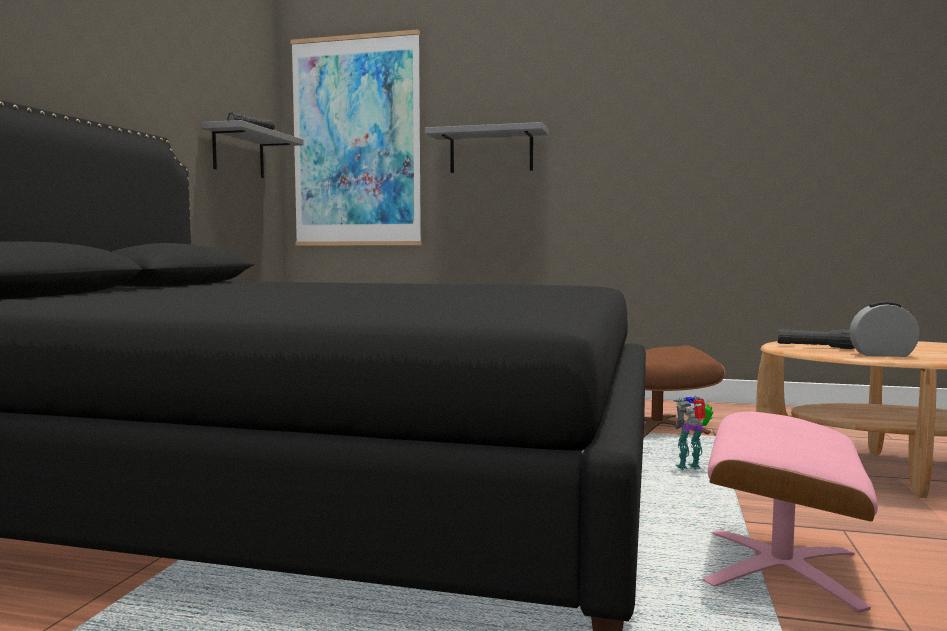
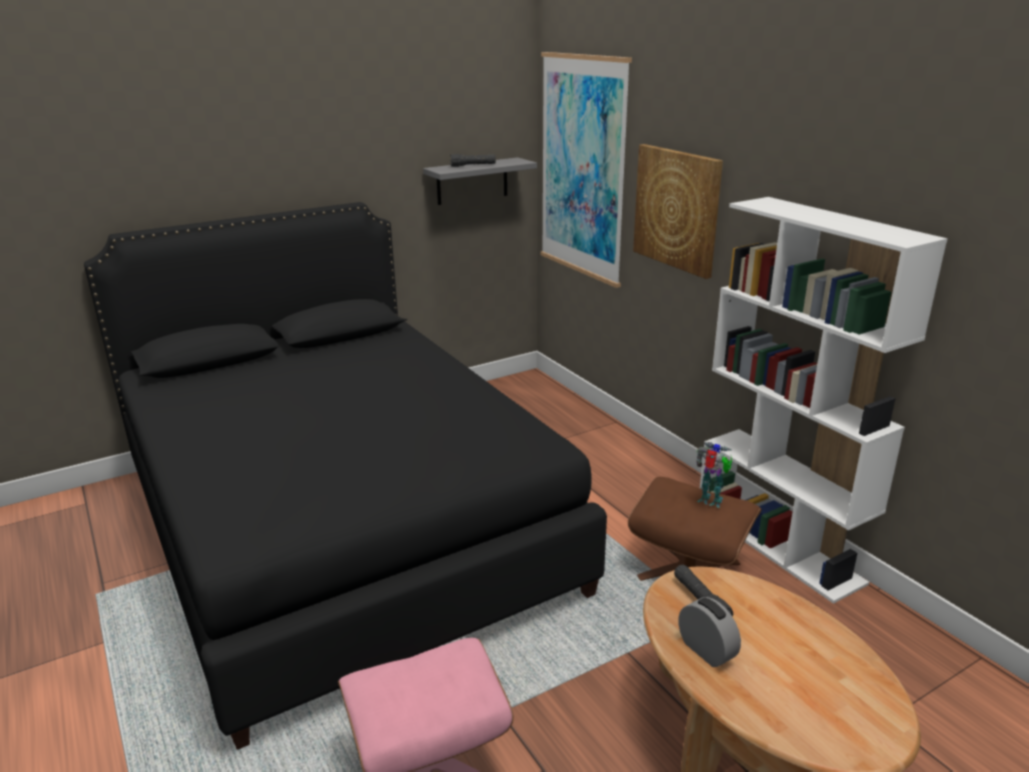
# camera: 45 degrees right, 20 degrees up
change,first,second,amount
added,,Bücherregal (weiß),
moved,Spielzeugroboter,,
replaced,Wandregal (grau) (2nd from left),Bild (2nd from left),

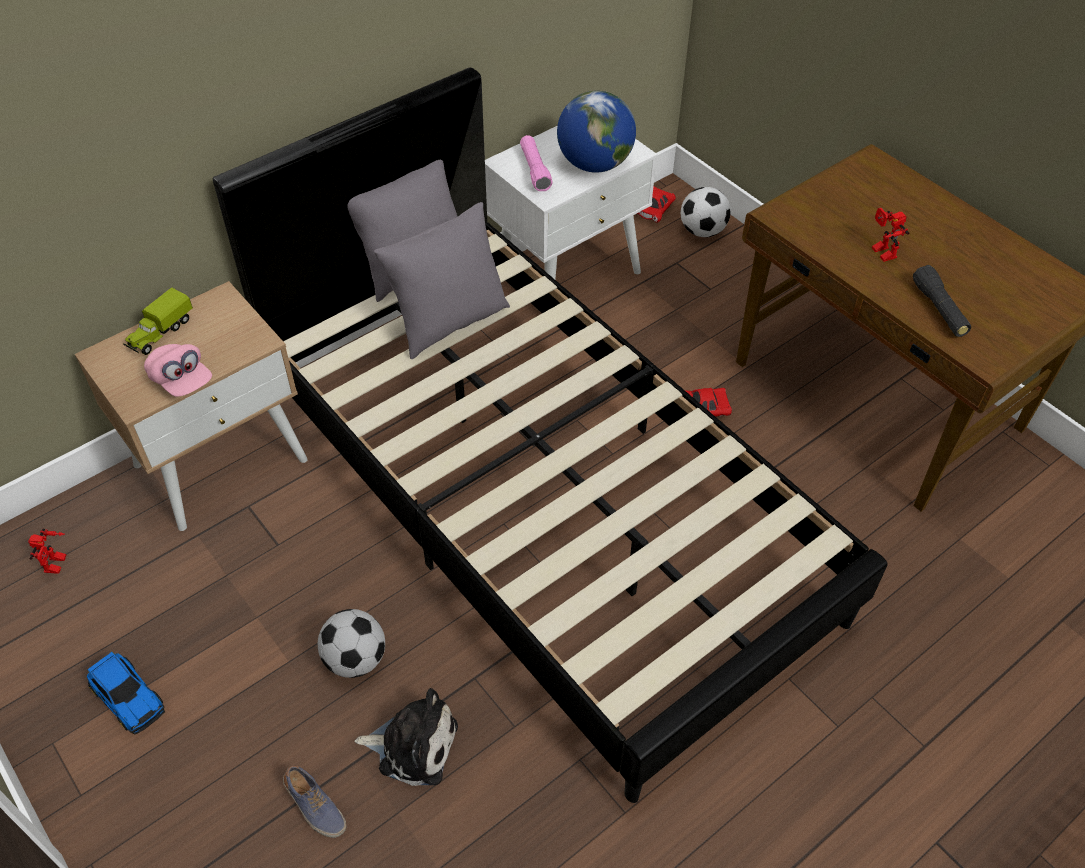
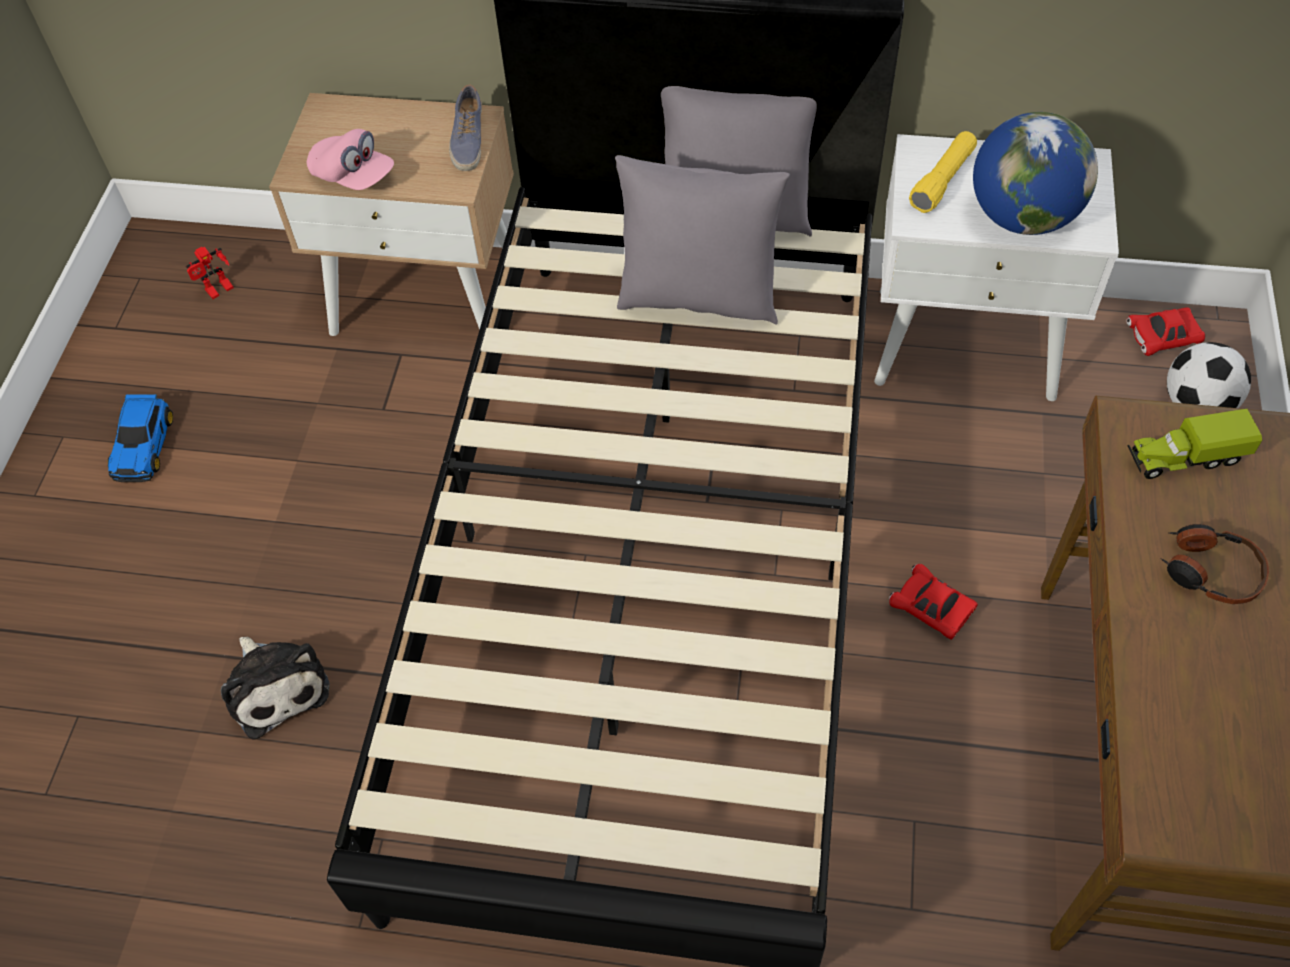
# camera: 50 degrees right, 5 degrees up
change,first,second,amount
removed,Fußball (1st from left),,
removed,Taschenlampe (schwarz),,
moved,Spielzeuglaster,,
moved,Schuh,,
replaced,Spielzeugroboter (2nd from left),Kopfhörer,
recoloured,Taschenlampe (rosa),Taschenlampe (gelb),
turned,Kappe (rosa),,60 degrees counterclockwise

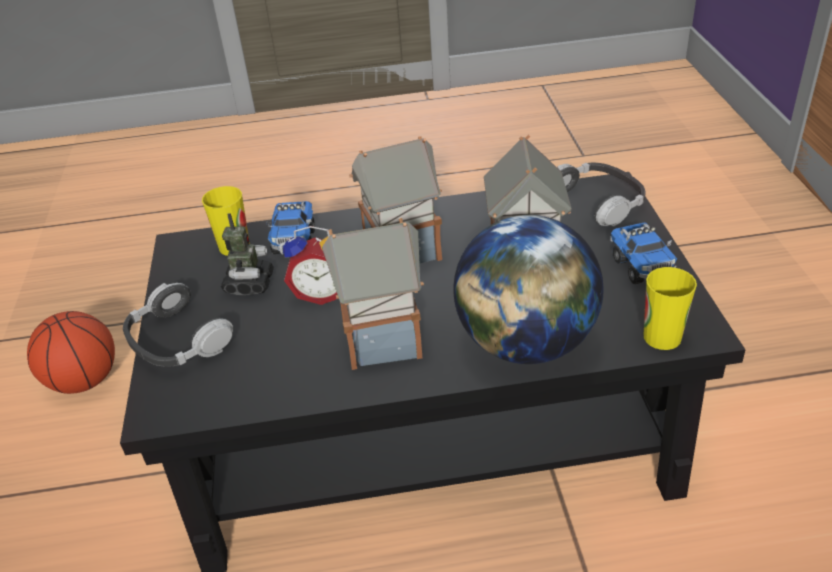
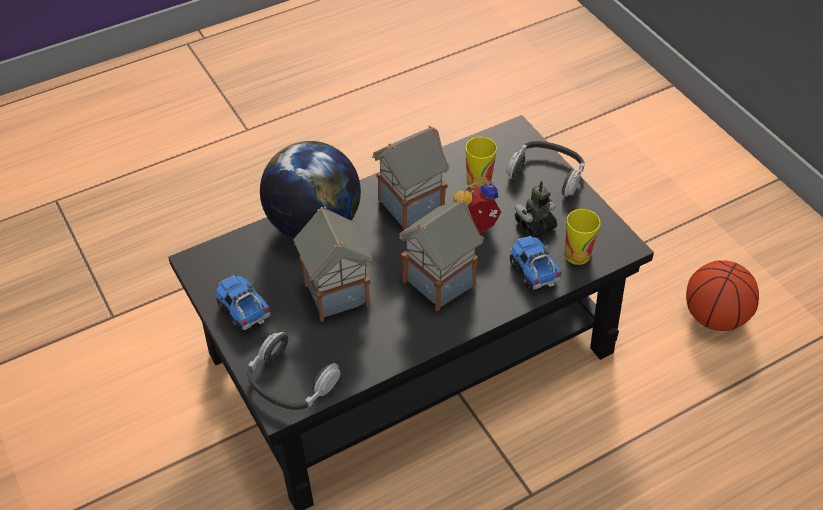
# camera: 155 degrees right, 10 degrees up
change,first,second,amount
moved,Tasse (2nd from left in the first image),Tasse (1st from left),
turned,Spielzeugroboter,,75 degrees clockwise

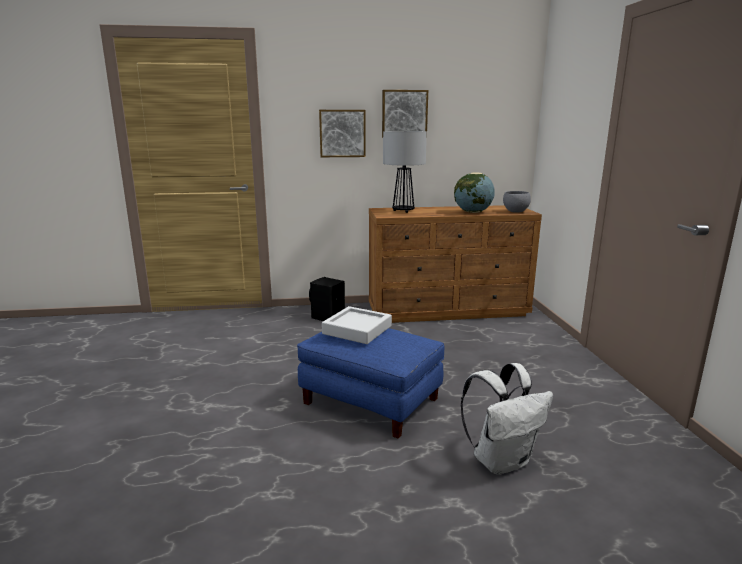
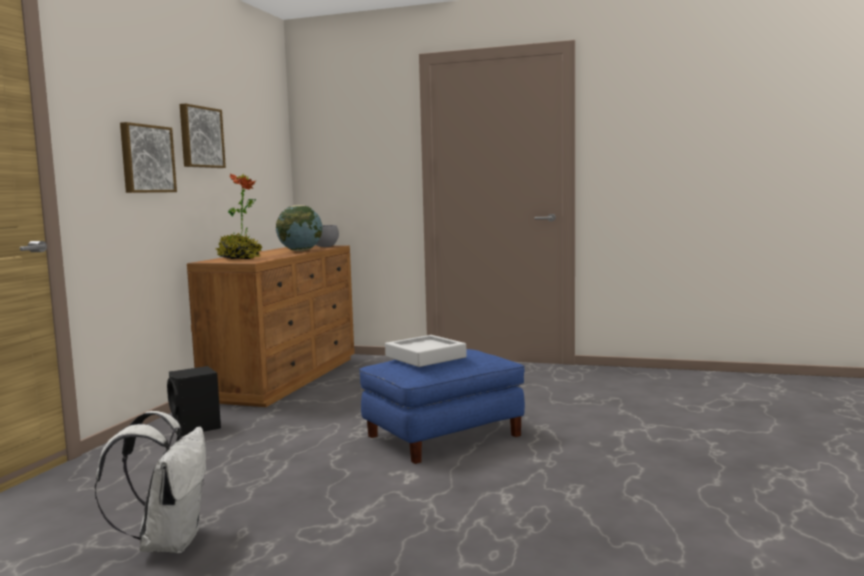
# camera: 65 degrees left, 10 degrees down
change,first,second,amount
moved,Rucksack (weiß),,
replaced,Tischlampe,Topfpflanze,

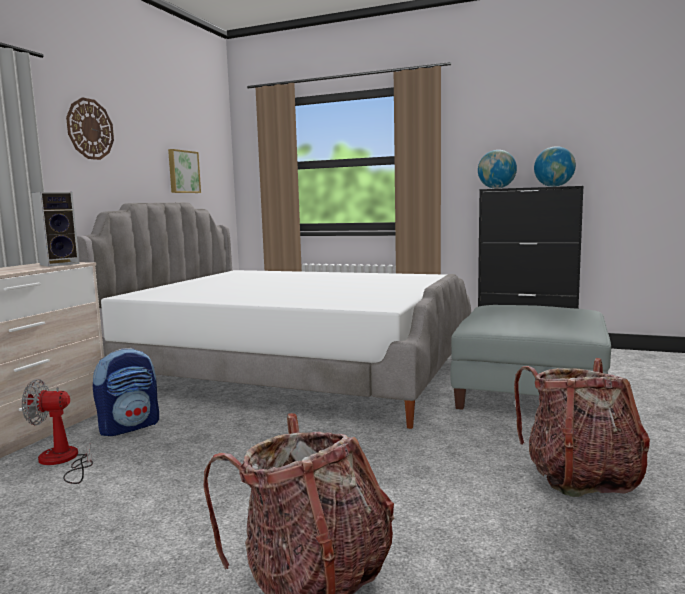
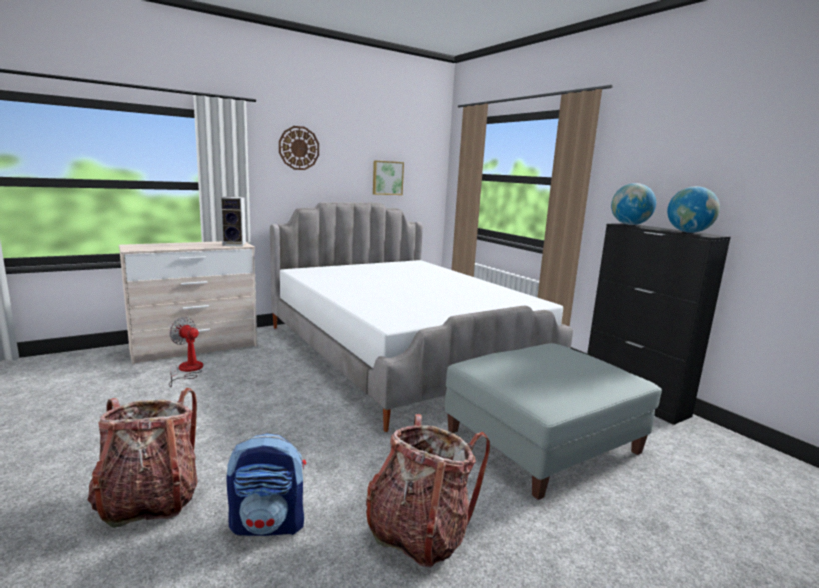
# camera: 35 degrees right, 5 degrees up
change,first,second,amount
moved,Rucksack (1st from left in the first image),Rucksack (2nd from left),

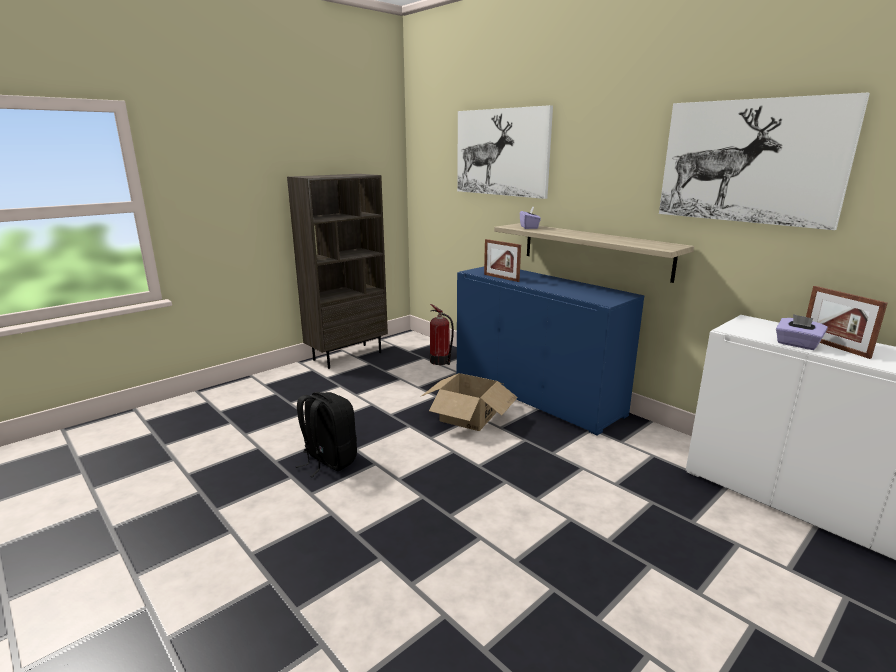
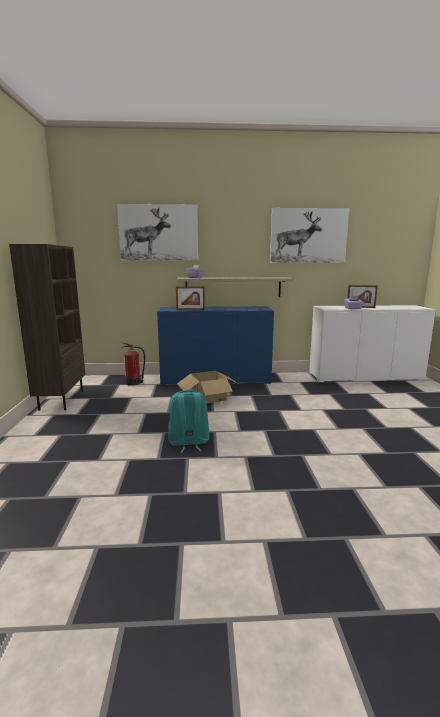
# camera: 50 degrees left, 5 degrees down
change,first,second,amount
recoloured,Rucksack (schwarz),Rucksack (türkis),

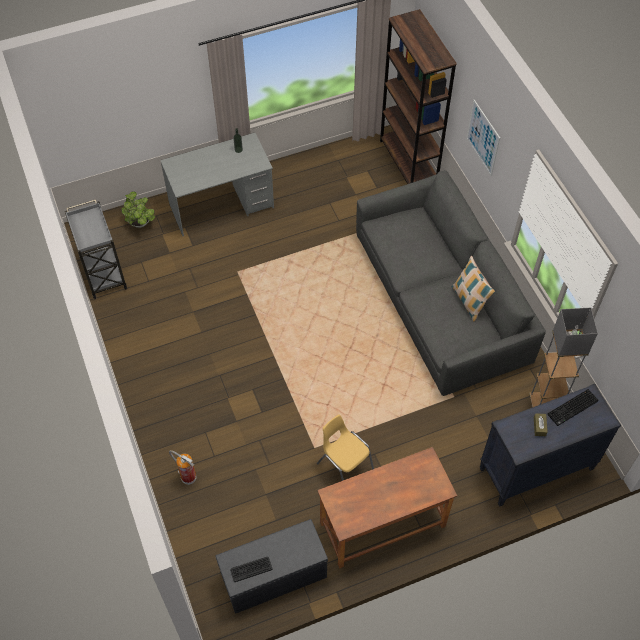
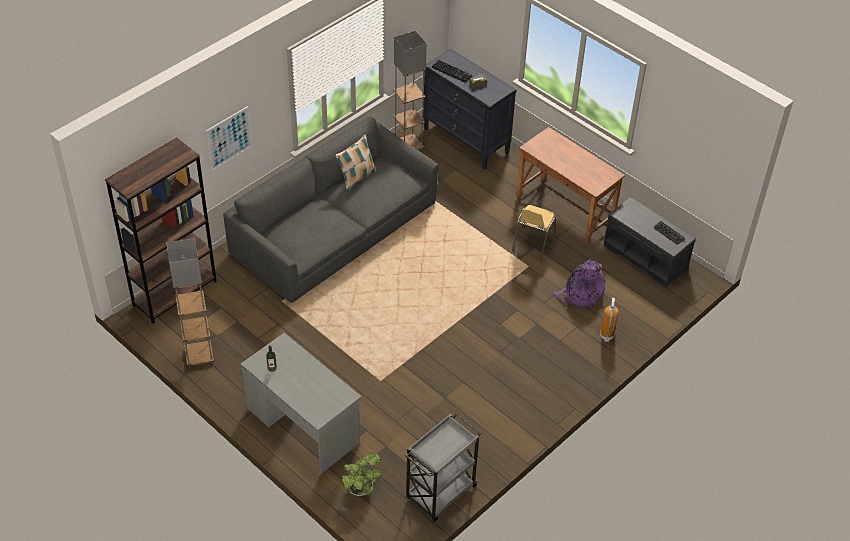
# camera: 115 degrees left, 10 degrees down
change,first,second,amount
added,,Stehlampe (grau) (1st from left),
added,,Rucksack (lila),

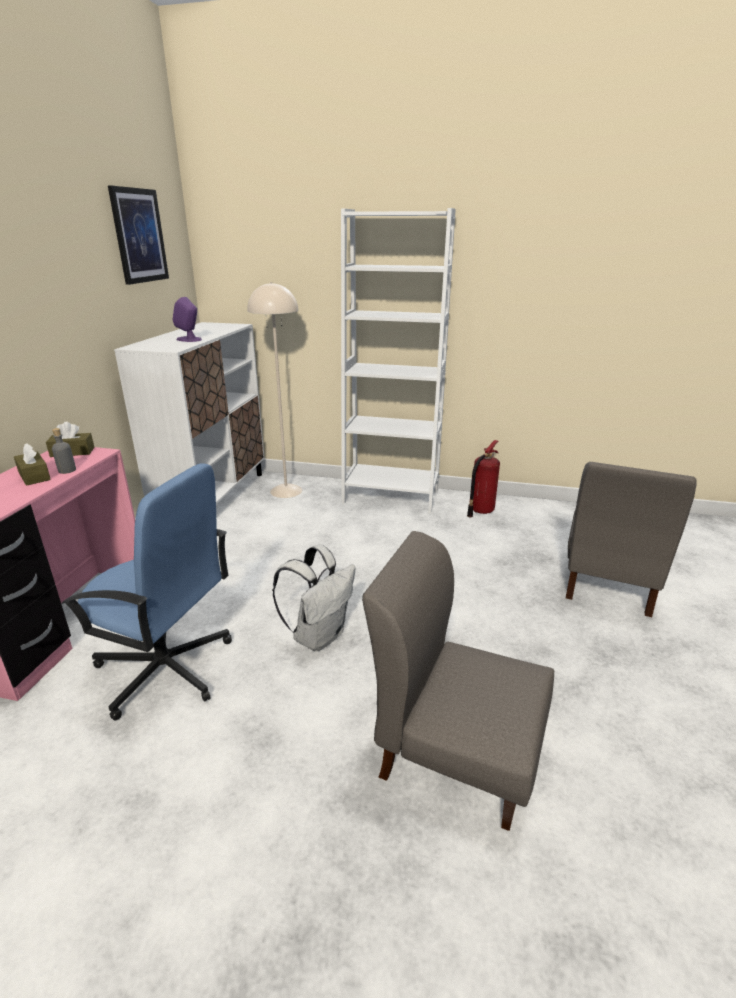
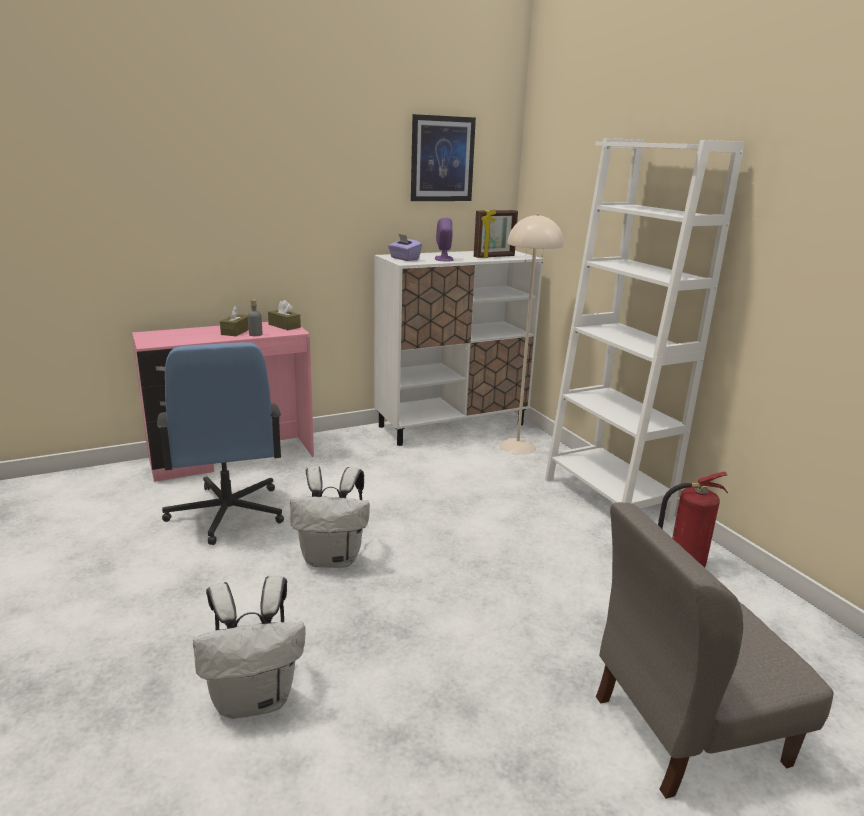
# camera: 50 degrees right, 5 degrees down
change,first,second,amount
added,,Taschentuchbox (lila),
added,,Bilderrahmen,
replaced,Stuhl (grau) (1st from left),Rucksack (weiß) (1st from left),

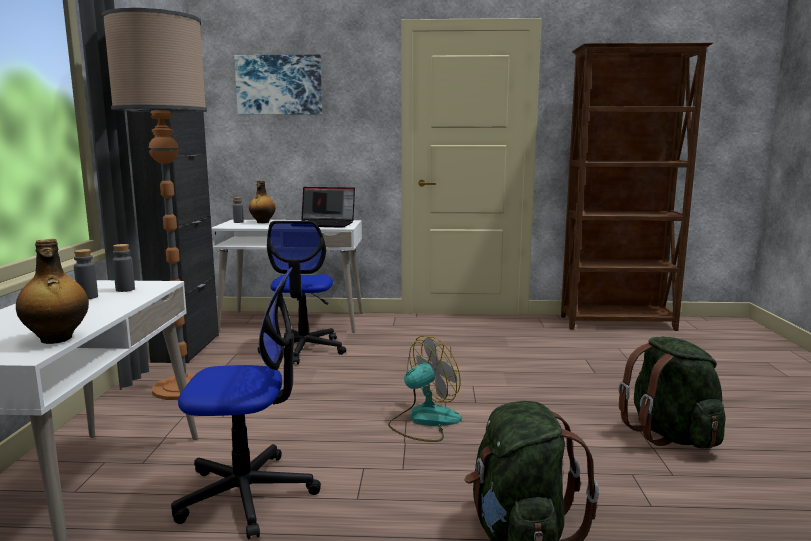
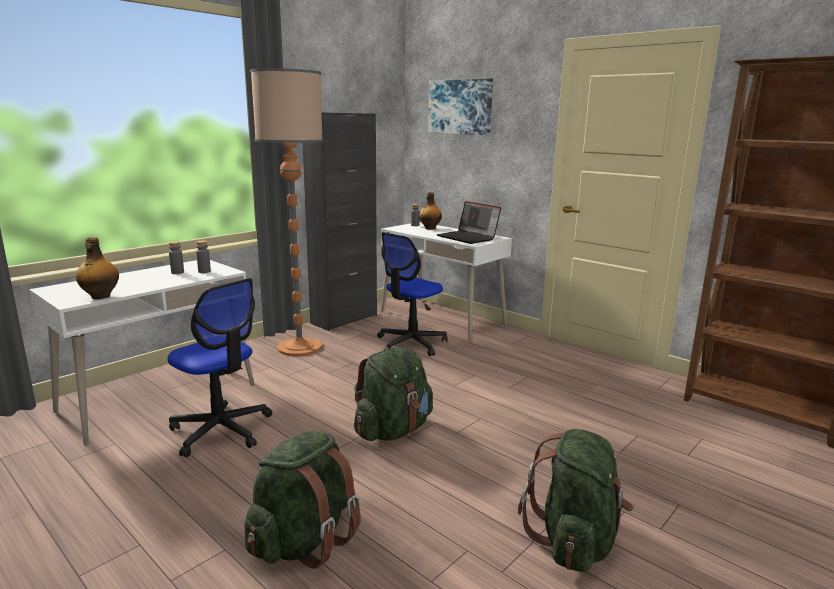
# camera: 40 degrees right, 5 degrees up
change,first,second,amount
replaced,Ventilator,Rucksack (grün) (2nd from left),

